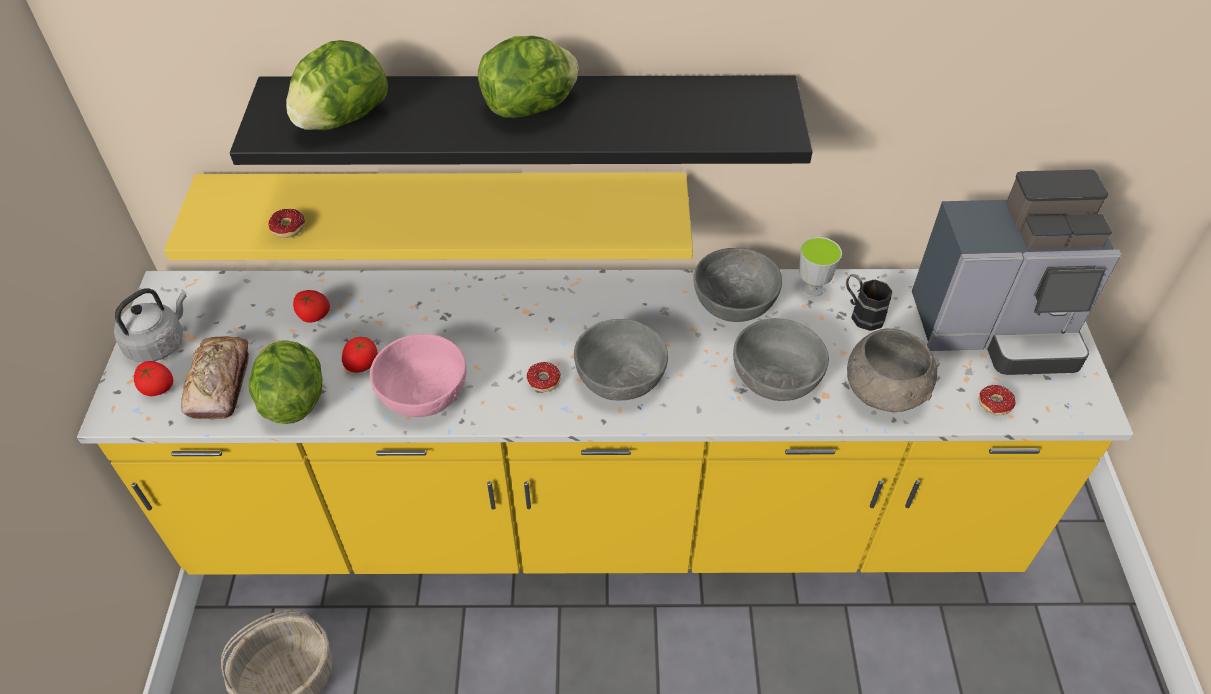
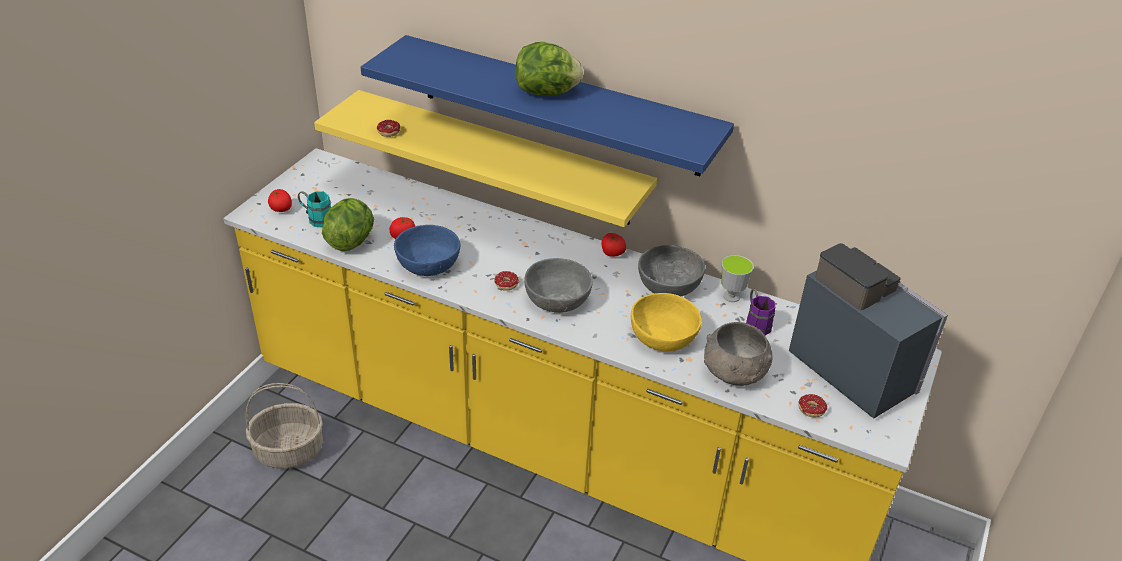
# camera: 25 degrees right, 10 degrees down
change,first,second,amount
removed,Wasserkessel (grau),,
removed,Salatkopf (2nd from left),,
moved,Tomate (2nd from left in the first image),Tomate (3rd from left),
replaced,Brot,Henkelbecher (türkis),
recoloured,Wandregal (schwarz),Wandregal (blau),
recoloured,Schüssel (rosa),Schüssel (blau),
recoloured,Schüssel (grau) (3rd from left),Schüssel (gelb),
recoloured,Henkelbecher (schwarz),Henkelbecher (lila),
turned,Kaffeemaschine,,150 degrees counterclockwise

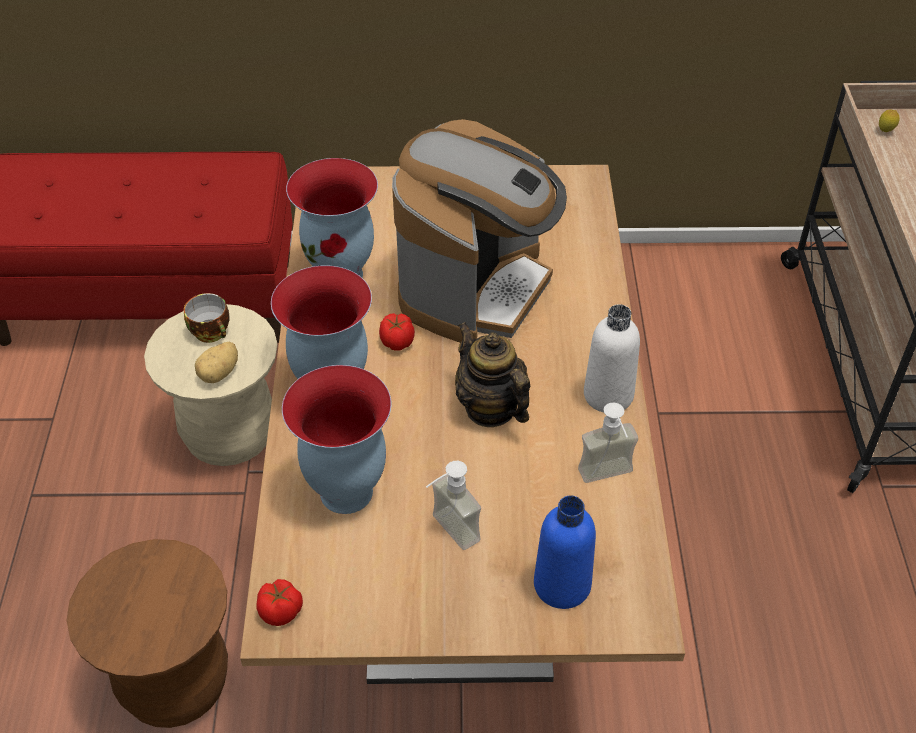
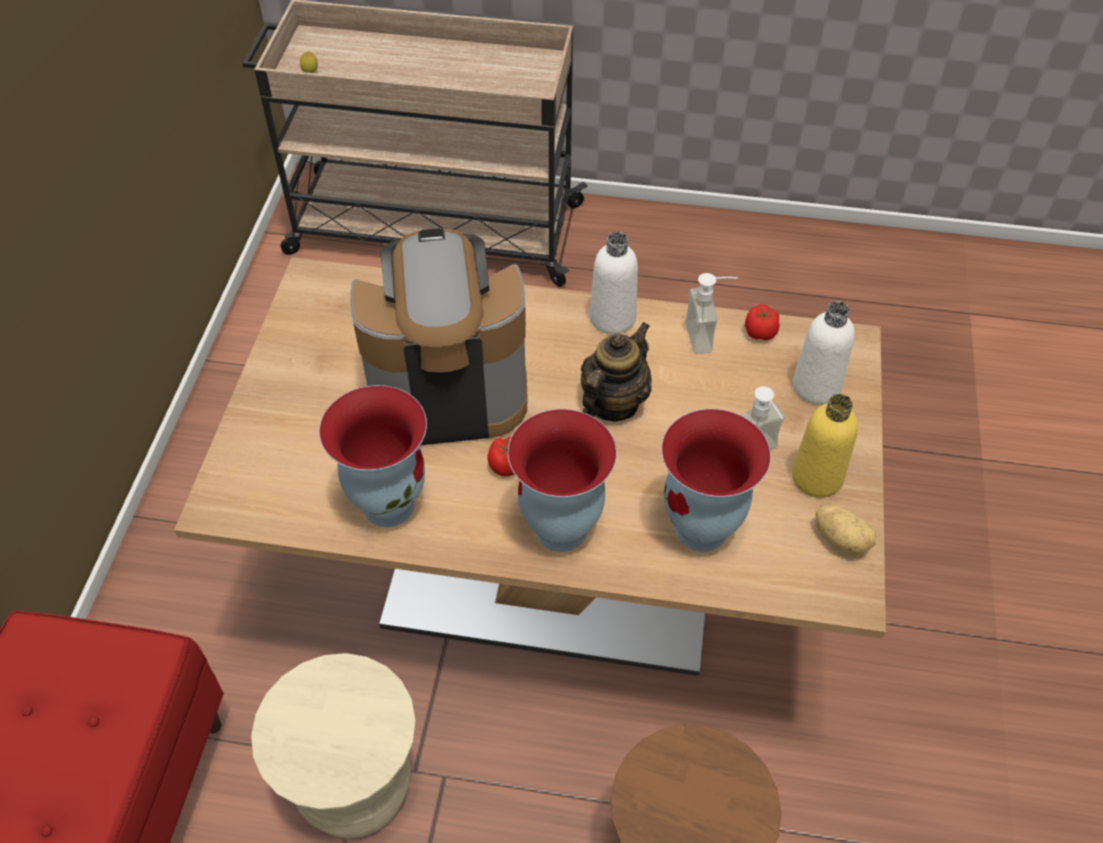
# camera: 80 degrees left, 5 degrees up
change,first,second,amount
removed,Tasse,,
added,,Flasche (gelb),
moved,Kartoffel,,
moved,Tomate (1st from left in the first image),Tomate (2nd from left),
recoloured,Flasche (blau),Flasche (weiß) (2nd from left),
turned,Kaffeemaschine,,45 degrees counterclockwise
turned,Teekanne,,150 degrees clockwise

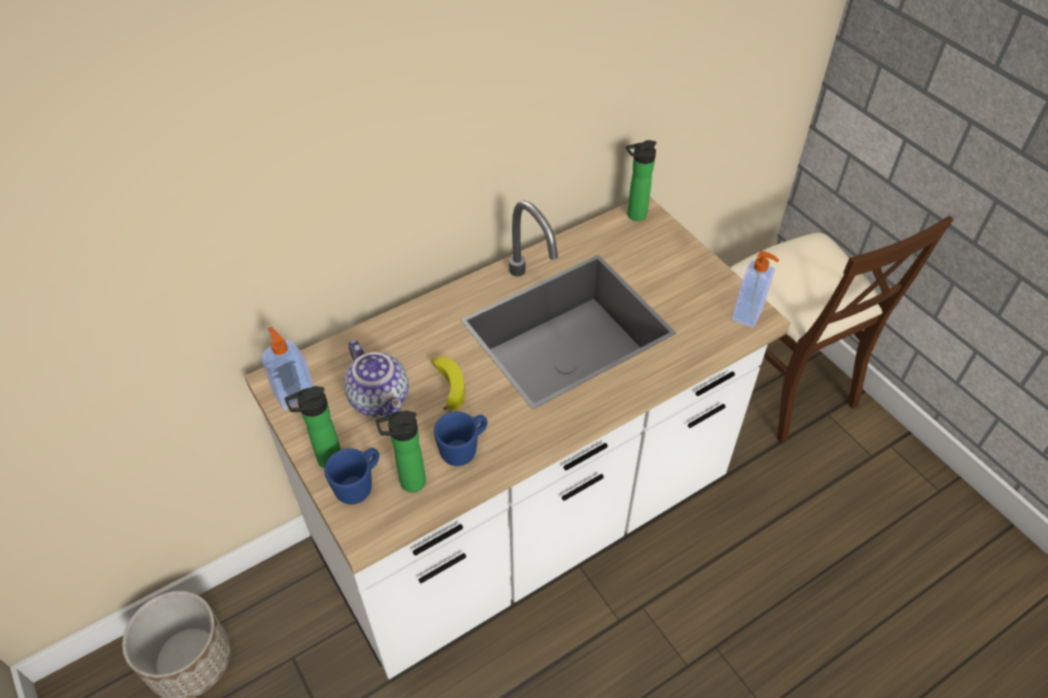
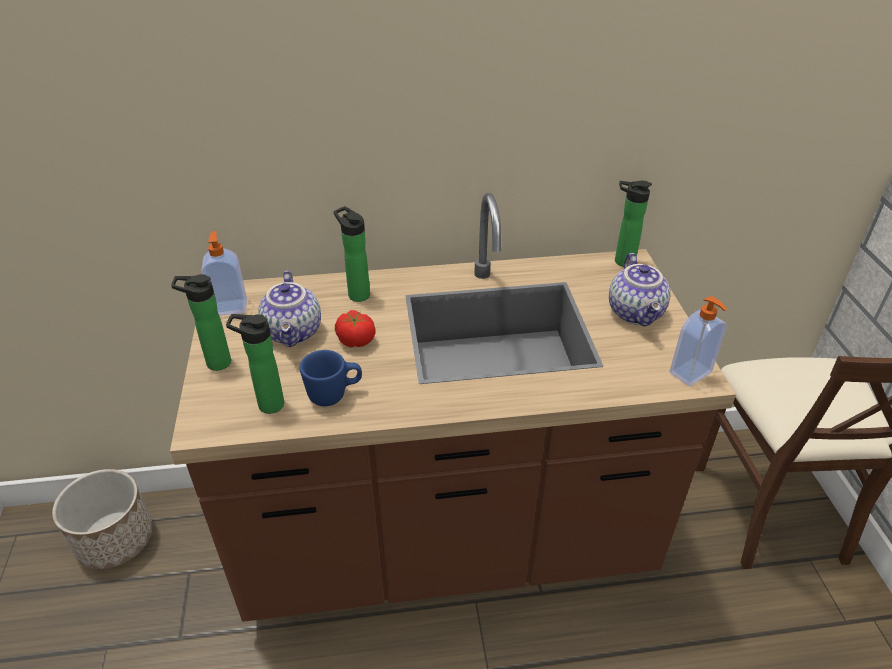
# camera: 25 degrees right, 10 degrees down
change,first,second,amount
removed,Henkelbecher (blau) (1st from left),,
added,,Flasche (3rd from left),
added,,Teekanne (2nd from left),
replaced,Banane,Tomate,
recoloured,Küchenzeile (weiß),Küchenzeile (braun),

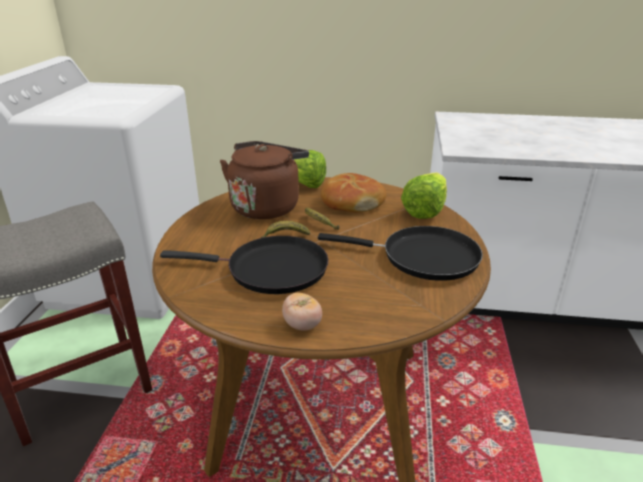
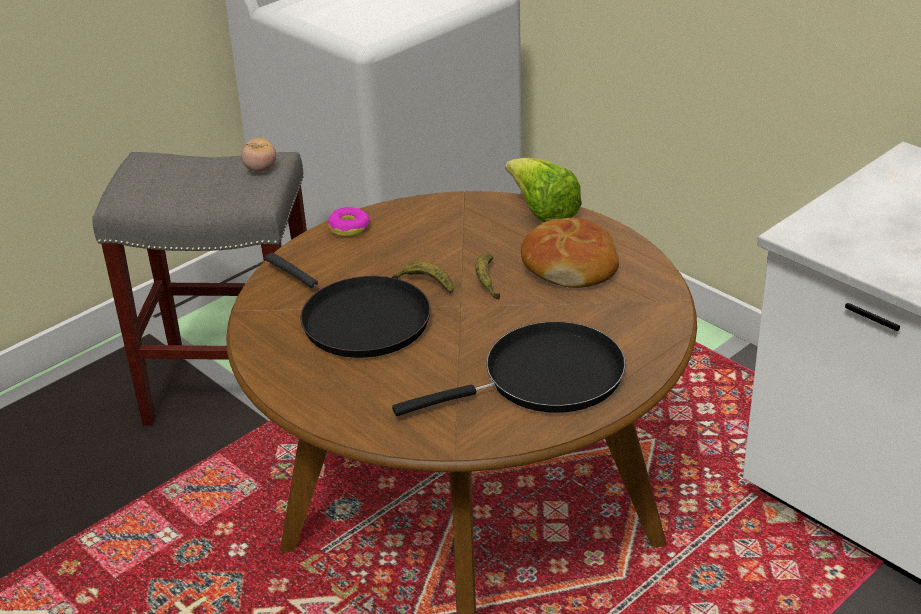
# camera: 40 degrees right, 5 degrees up
change,first,second,amount
removed,Wasserkessel (braun),,
removed,Salatkopf (2nd from left),,
added,,Donut,
moved,Tomate,,
turned,Pfanne (schwarz) (2nd from left),,75 degrees counterclockwise

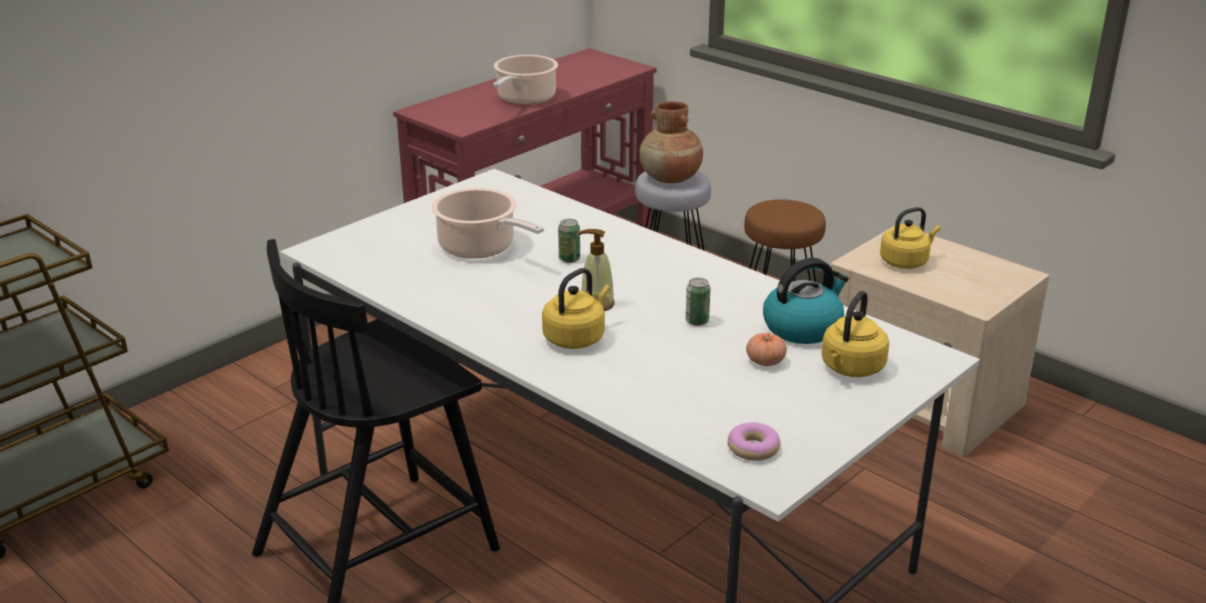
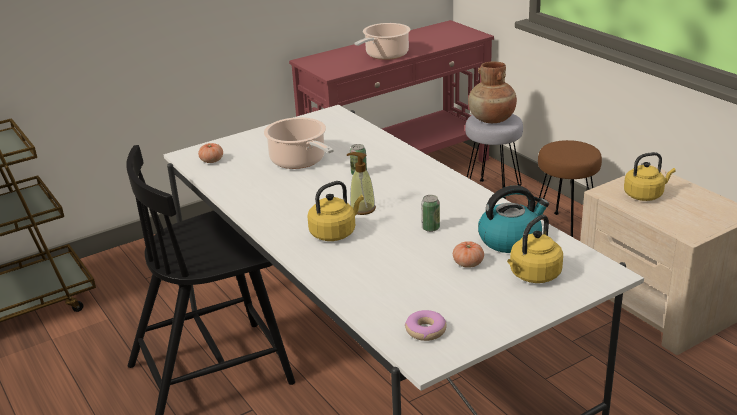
# camera: 15 degrees right, 0 degrees up
change,first,second,amount
added,,Tomate (1st from left),

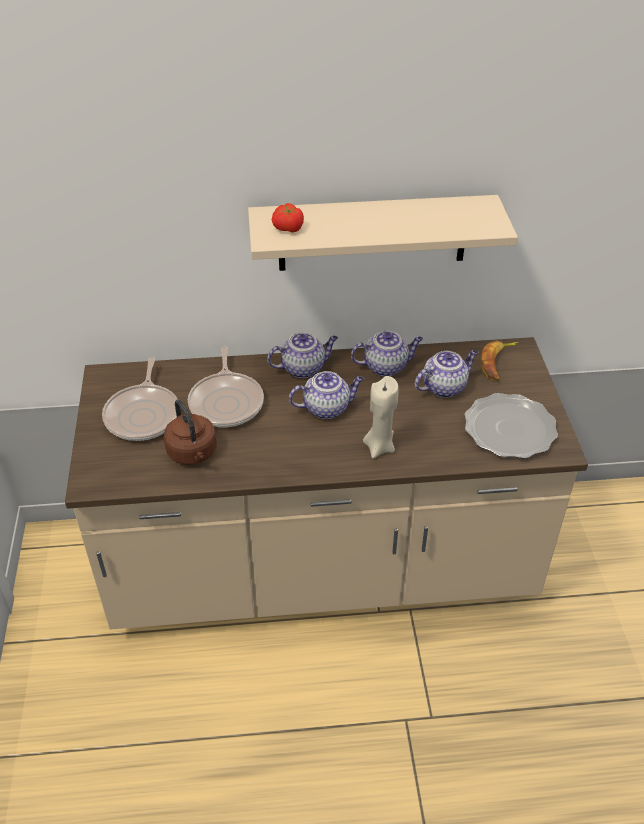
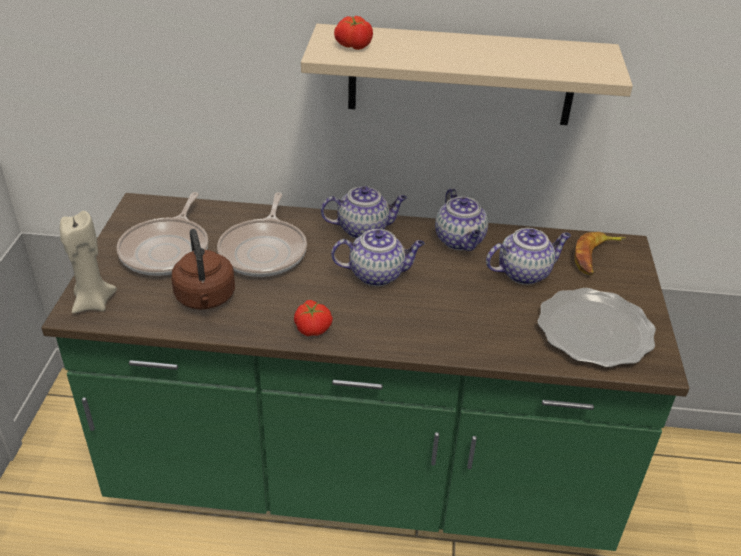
# camera: 10 degrees right, 5 degrees down
change,first,second,amount
added,,Tomate (1st from left),
moved,Kerze (beige),,
recoloured,Küchenzeile (beige),Küchenzeile (grün),
turned,Teekanne (3rd from left),,75 degrees clockwise

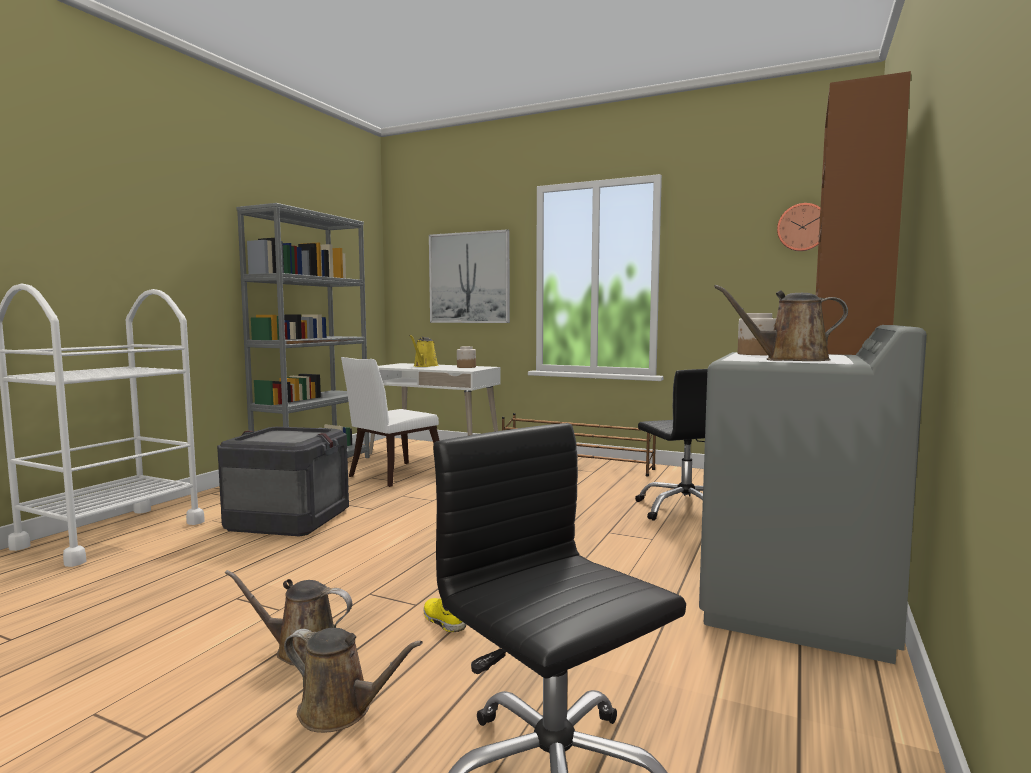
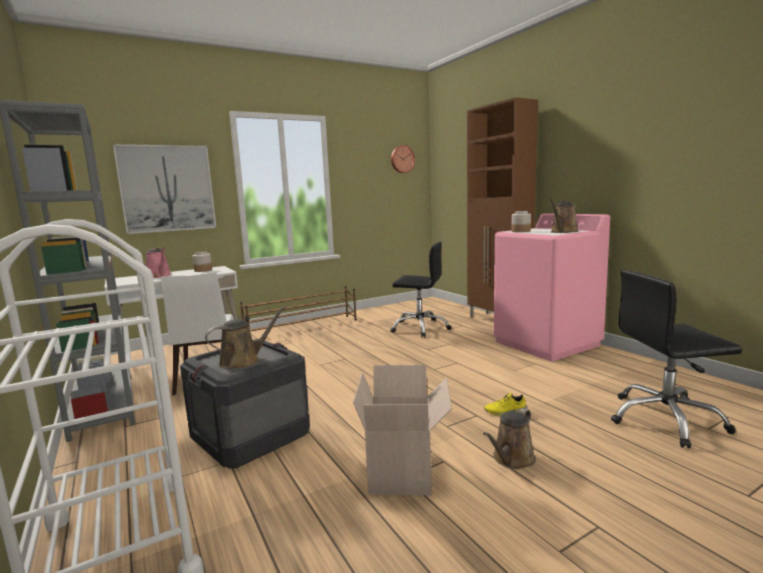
# camera: 55 degrees left, 5 degrees up
change,first,second,amount
added,,Karton,
moved,Gießkanne (braun) (2nd from left in the first image),Gießkanne (braun) (1st from left),
recoloured,Gießkanne (gelb),Gießkanne (rosa),
recoloured,Waschmaschine (grau),Waschmaschine (rosa),

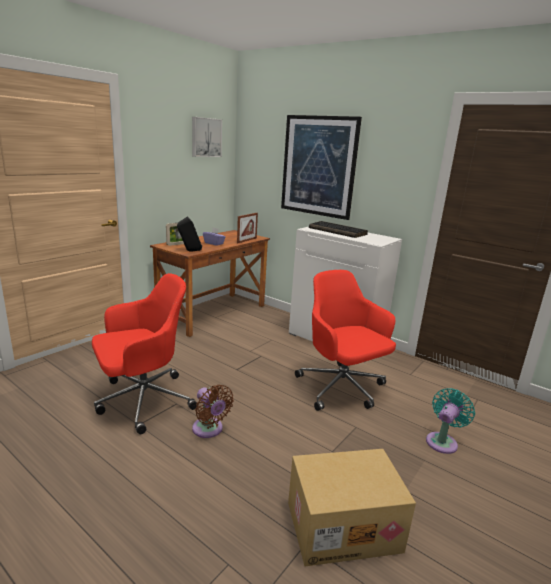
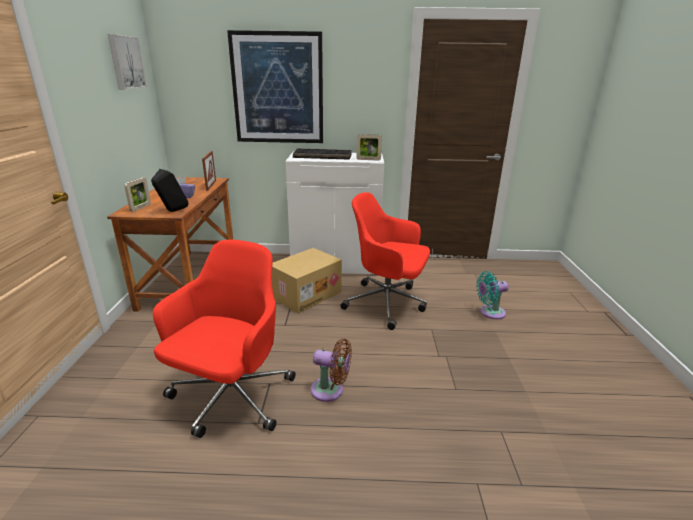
# camera: 35 degrees left, 5 degrees up
change,first,second,amount
added,,Bilderrahmen (3rd from left),
moved,Karton,,
turned,Ventilator (türkis),,105 degrees counterclockwise

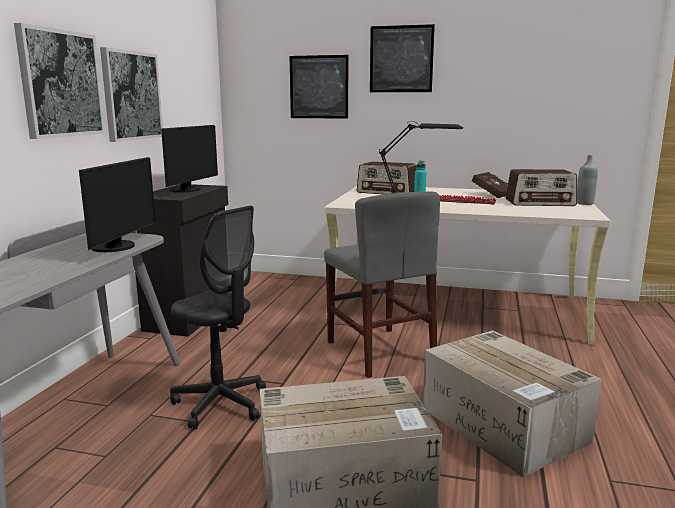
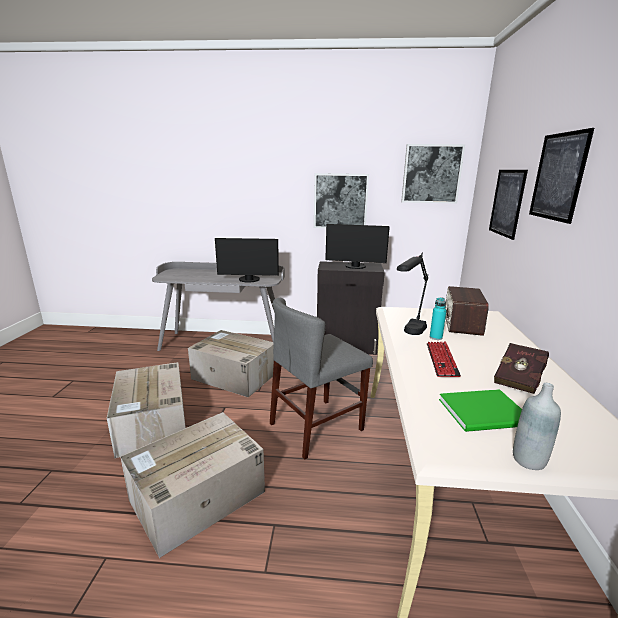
# camera: 80 degrees right, 5 degrees up
change,first,second,amount
moved,Bild (1st from left in the first image),Bild (2nd from left),
replaced,Bürostuhl (schwarz),Karton (3rd from left),
replaced,Radio (2nd from left),Buch (grün),

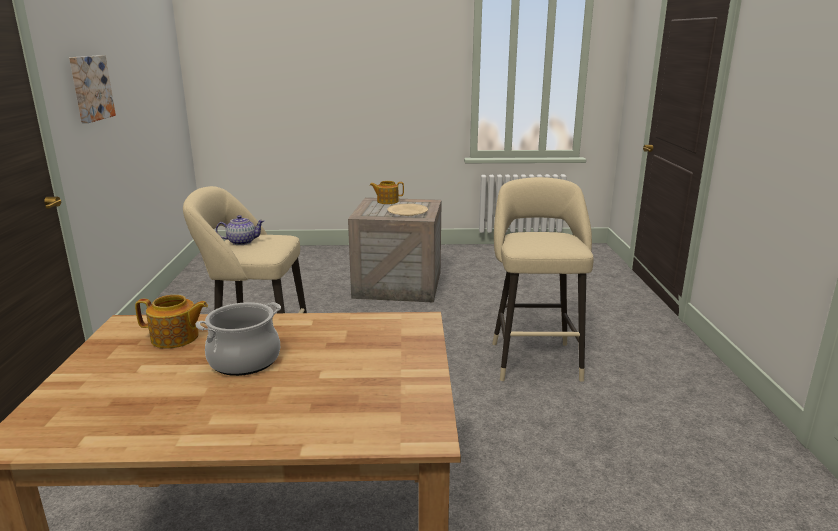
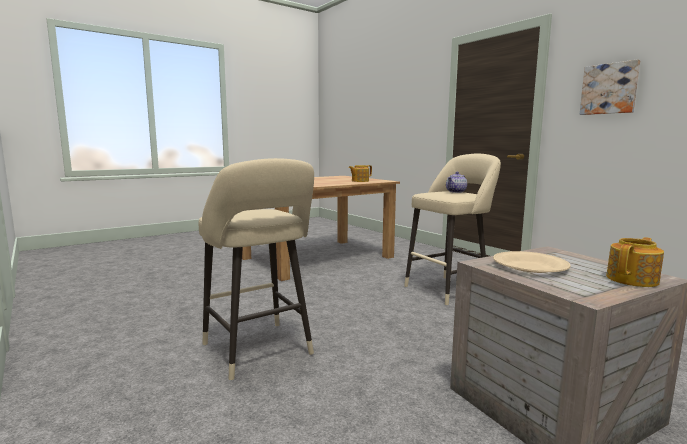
# camera: 145 degrees right, 10 degrees down
change,first,second,amount
removed,Kochtopf,,

